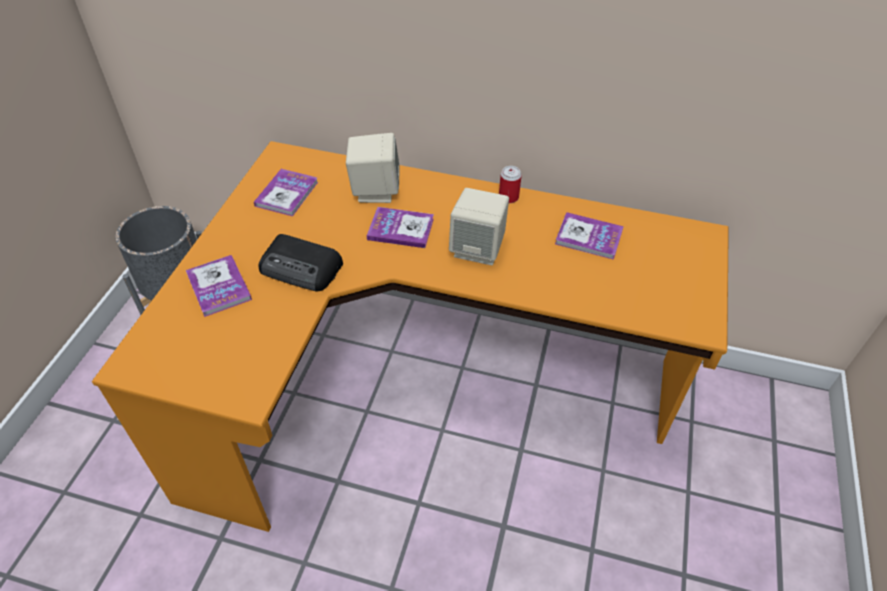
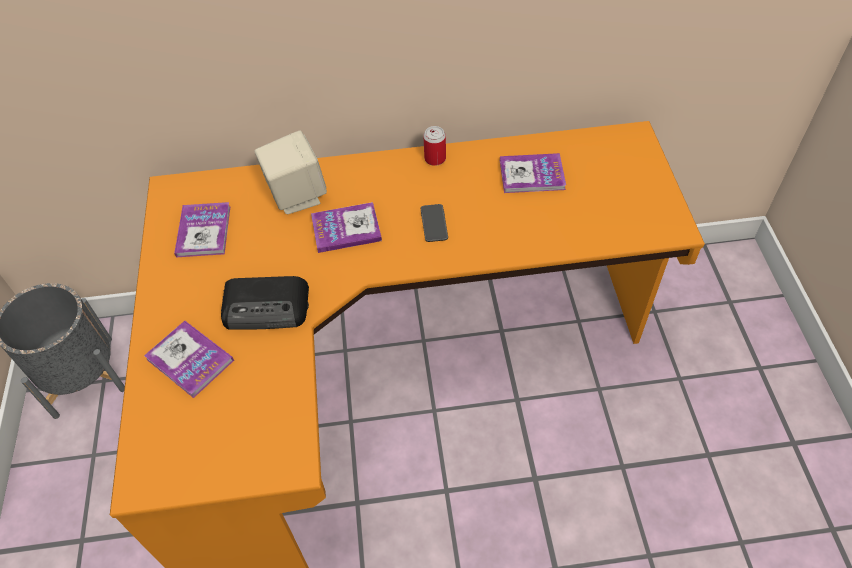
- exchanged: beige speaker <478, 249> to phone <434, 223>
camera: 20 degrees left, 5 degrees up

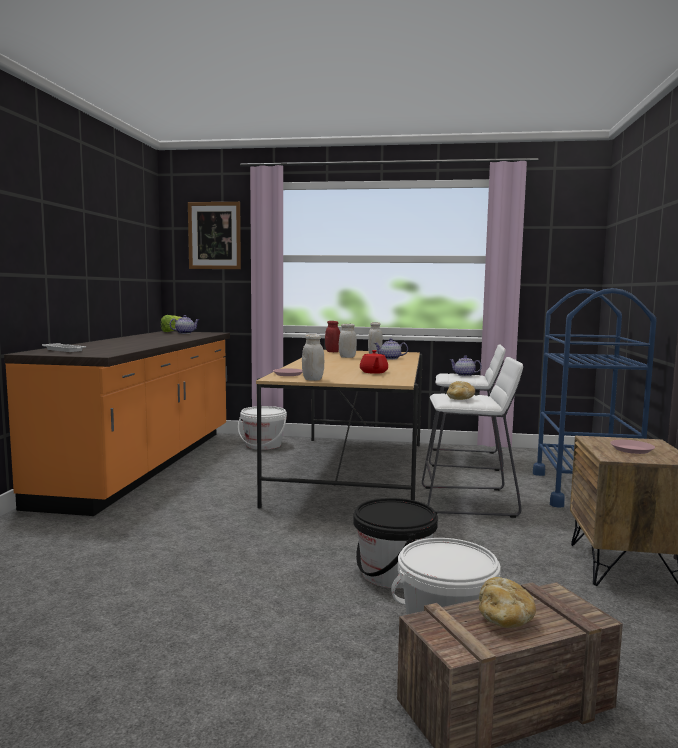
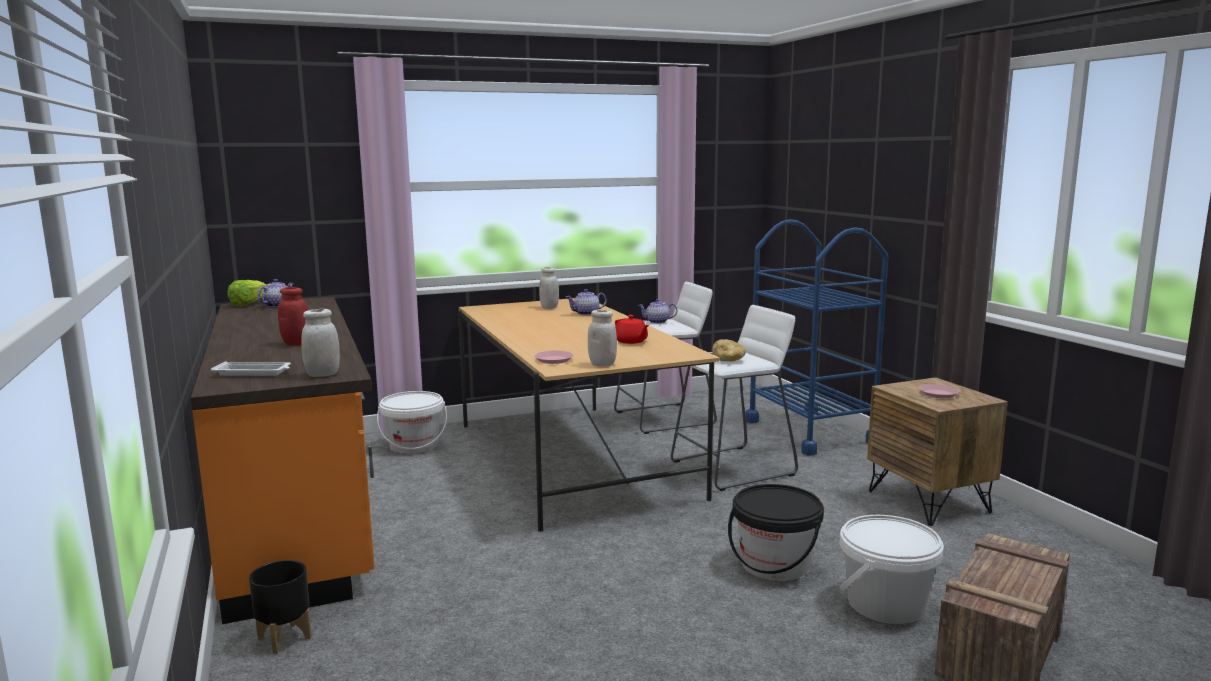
- missing: picture <214, 235>
- relocated: red jar <332, 352> to <296, 343>
- relocated: white jar <347, 357> to <322, 374>
- missing: bread <504, 619>
- appeared: black planter <284, 638>
camera: 30 degrees left, 5 degrees up

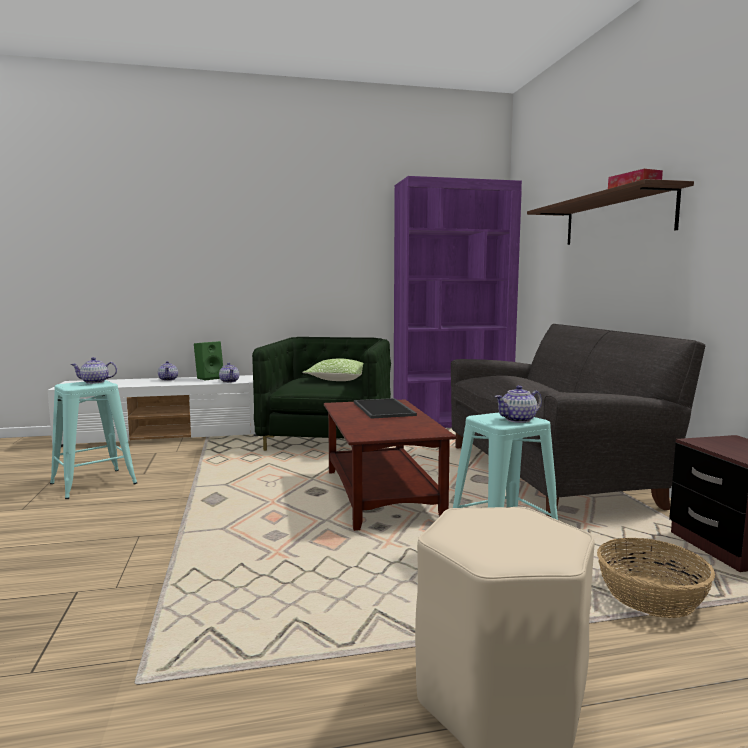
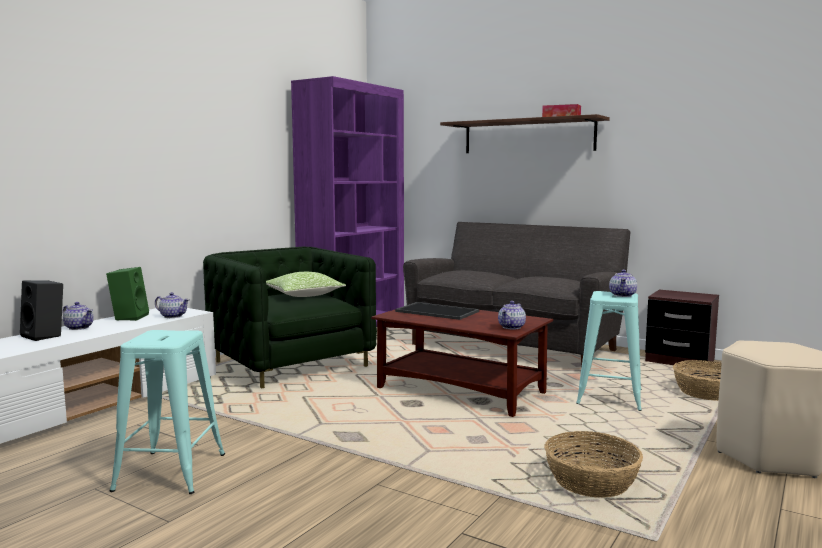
- relocated: teapot <95, 382> to <512, 327>
- appeared: black speaker <45, 336>
- appeared: basket <592, 482>
camera: 45 degrees left, 0 degrees up

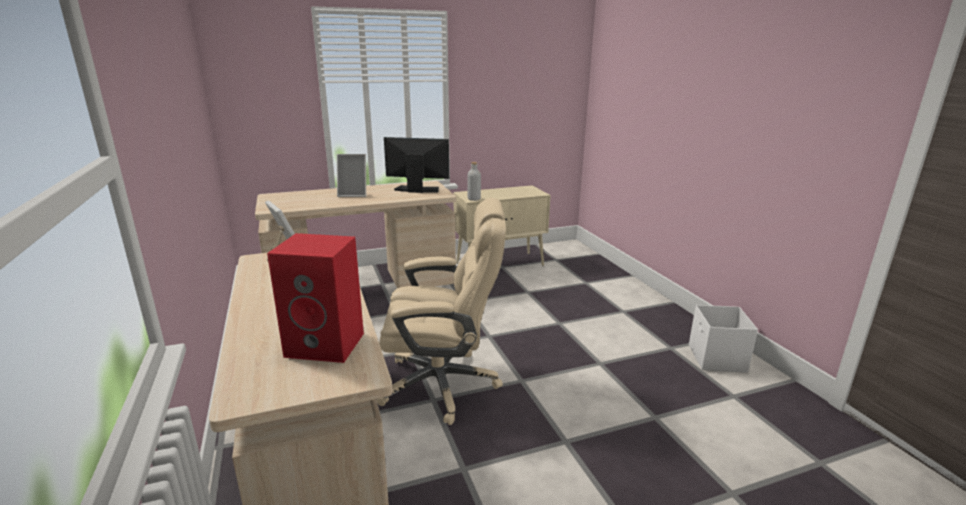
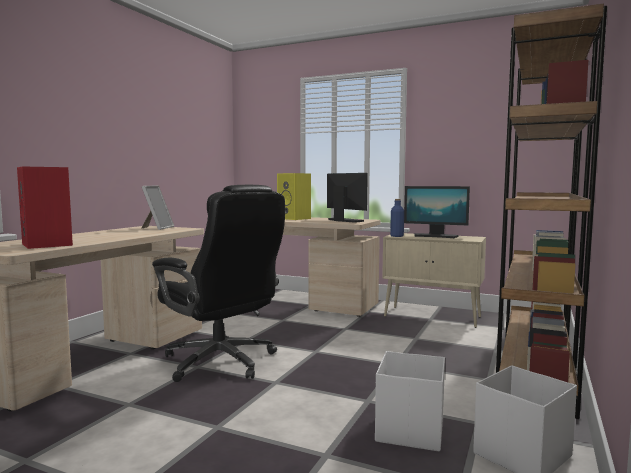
- exchanged: picture frame <353, 194> to yellow speaker <295, 218>
- colour: beige office chair <442, 384> to black office chair <221, 362>
- colour: grey bottle <474, 199> to blue bottle <397, 236>
- appeared: white storage box <409, 430>
- appeared: monitor <435, 236>
- appeared: brown bookcase <535, 367>
camera: 45 degrees right, 15 degrees down

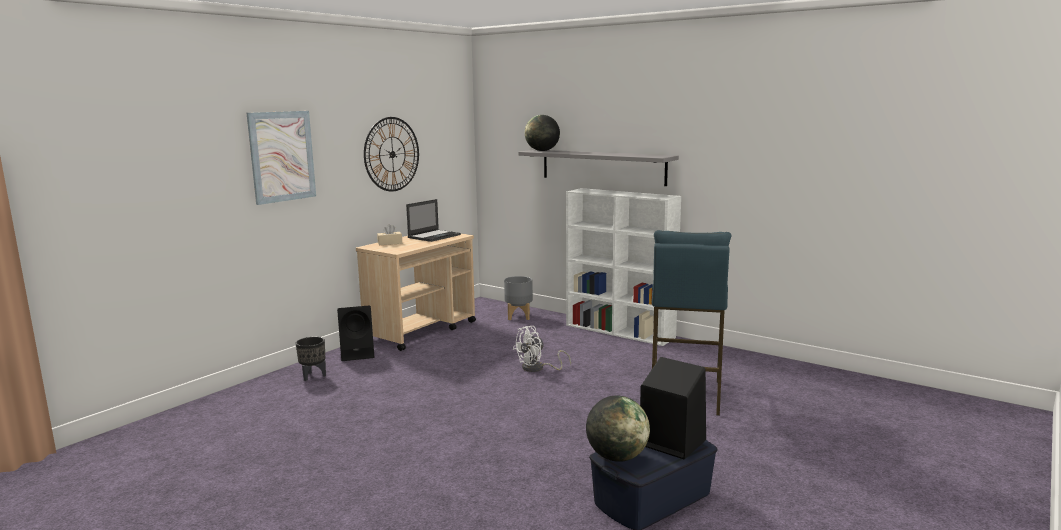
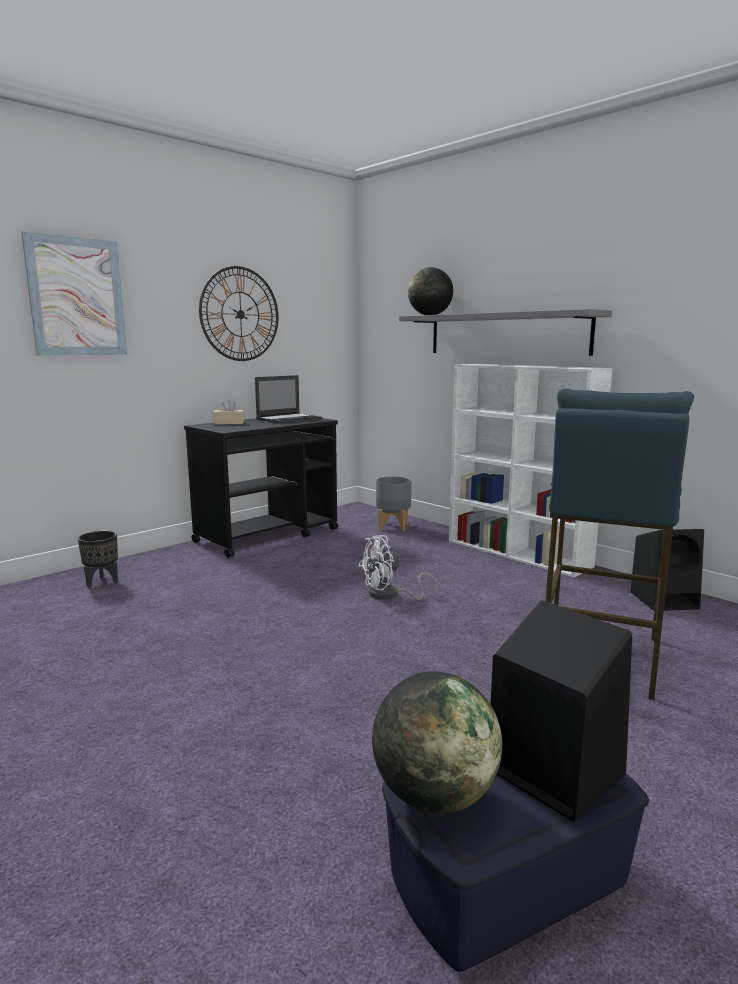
- relocated: black speaker <358, 354> to <665, 600>
- colour: beige cart <421, 330> to black cart <268, 535>
camera: 10 degrees right, 0 degrees up

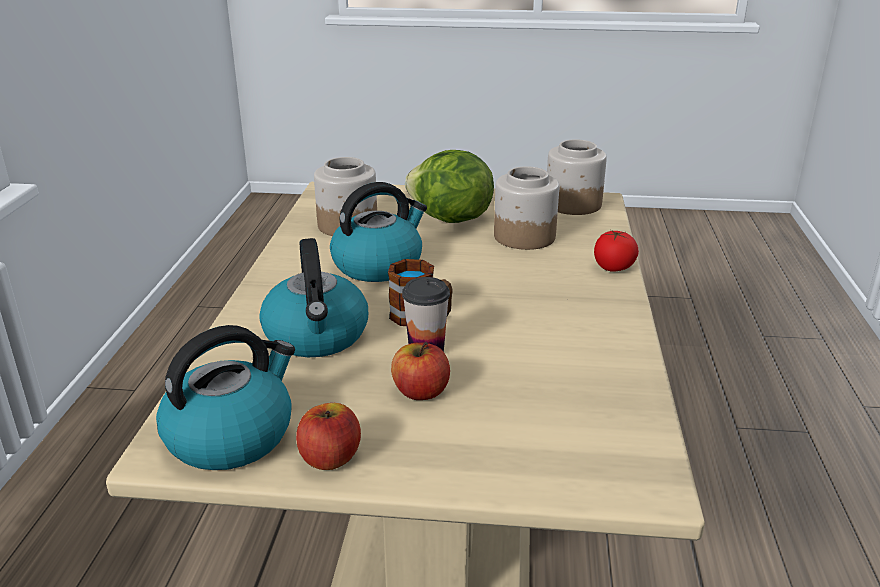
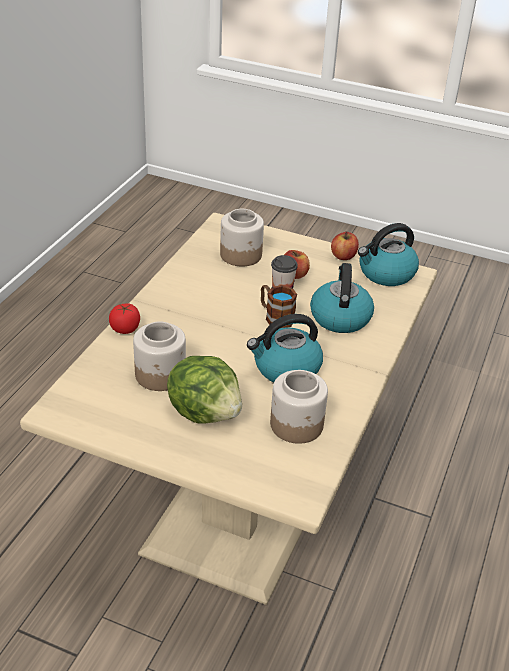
- relocated: jar <572, 204> to <241, 255>
camera: 165 degrees left, 10 degrees up

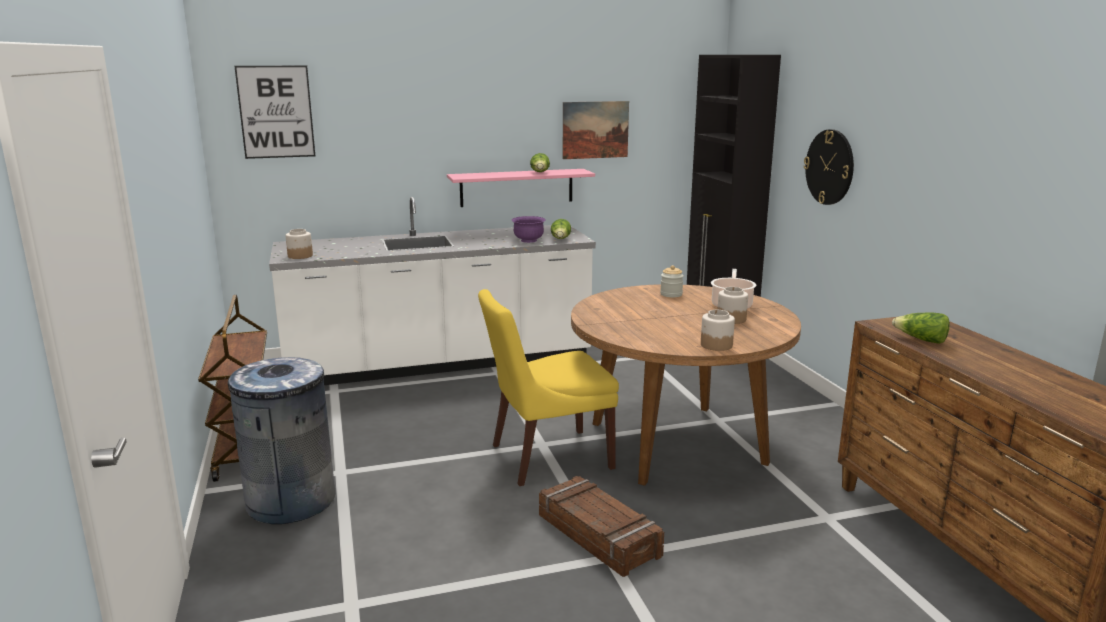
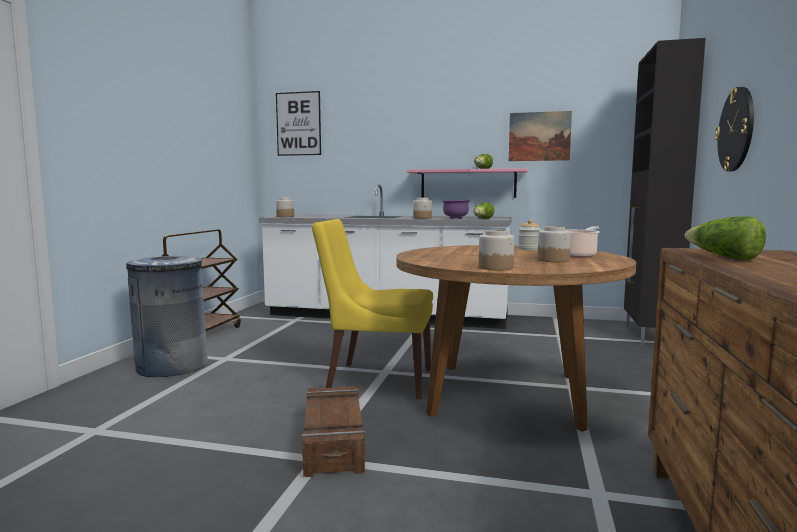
- appeared: jar <422, 218>
camera: 30 degrees right, 10 degrees down

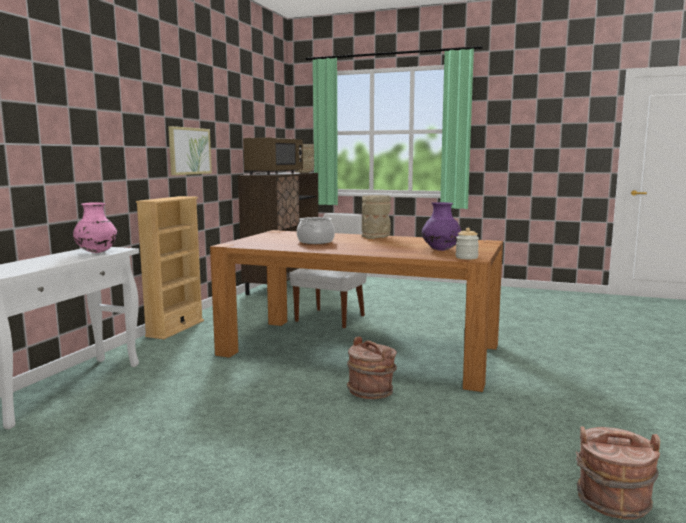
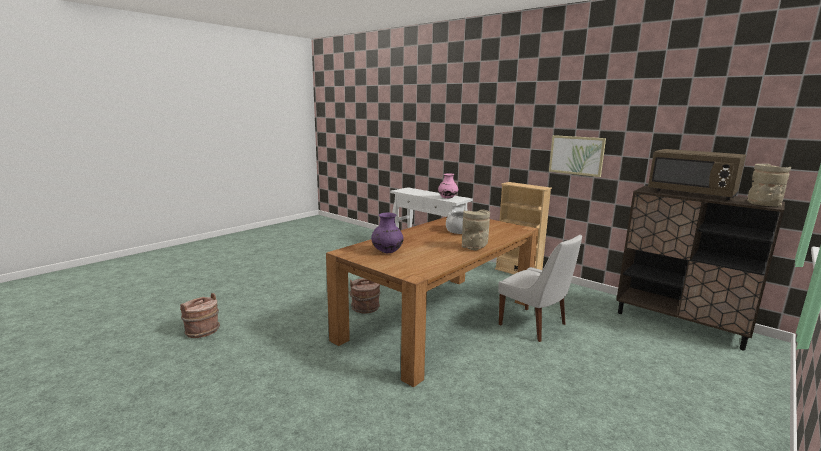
- missing: jar <466, 257>
camera: 110 degrees right, 5 degrees up

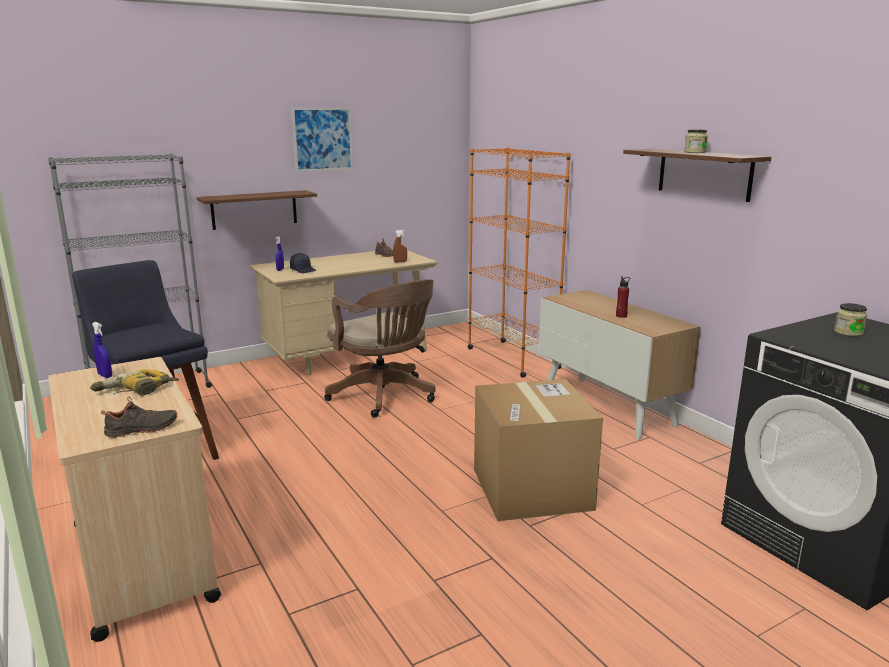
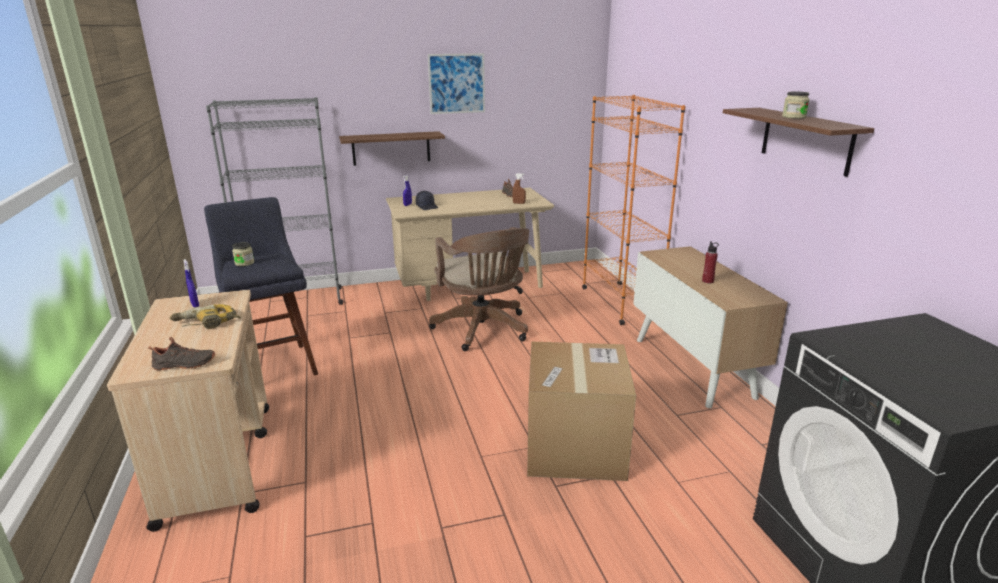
- relocated: jar <848, 332> to <244, 263>
camera: 15 degrees right, 5 degrees up

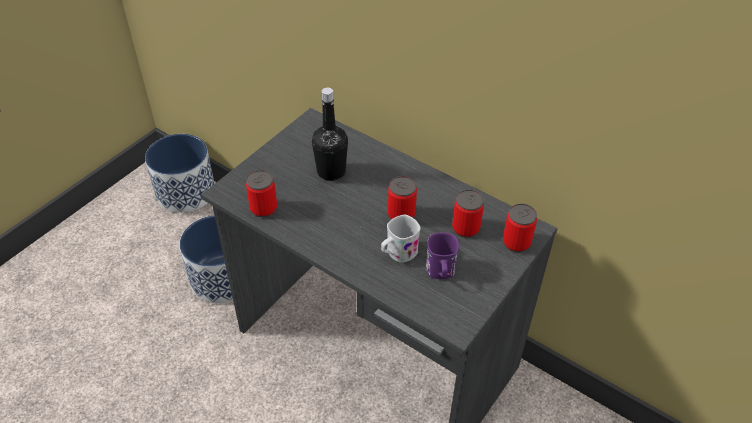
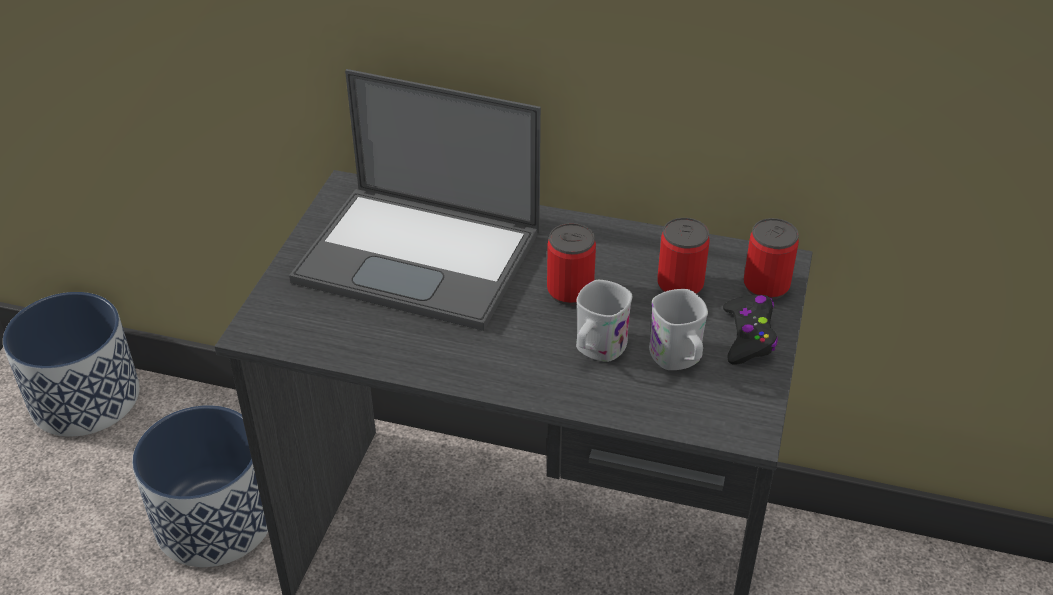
- missing: can <263, 208>
- exchanged: black bottle <331, 171> to laptop <422, 256>
- colour: purple mug <440, 273> to white mug <678, 359>
- appeared: black game controller <748, 336>
camera: 20 degrees left, 5 degrees down

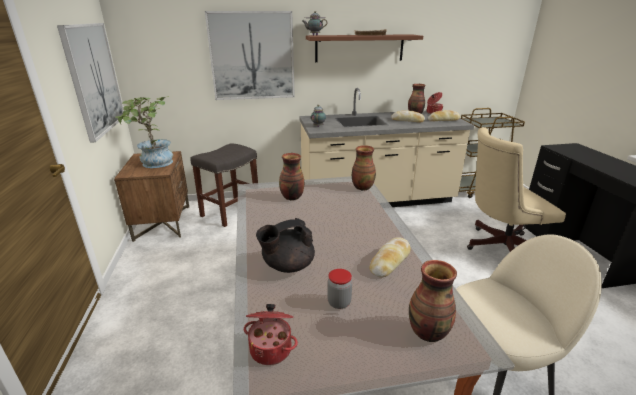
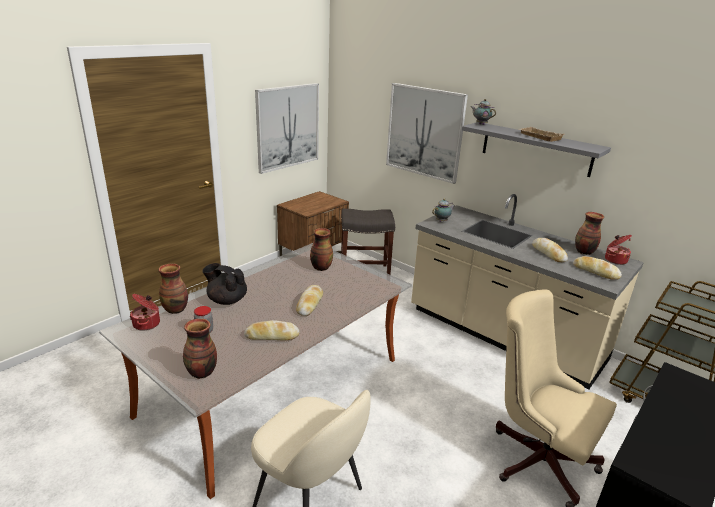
- missing: potted plant <154, 164>
- colour: brown shelf <359, 48> to grey shelf <536, 149>
- relocated: vase <362, 187> to <176, 309>
- appeared: bread <309, 304>
camera: 50 degrees right, 0 degrees up

